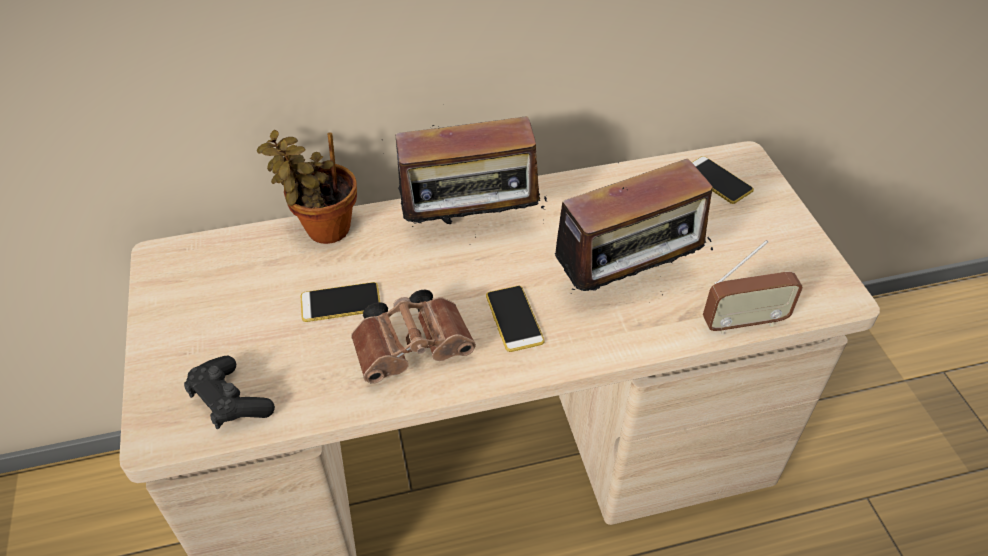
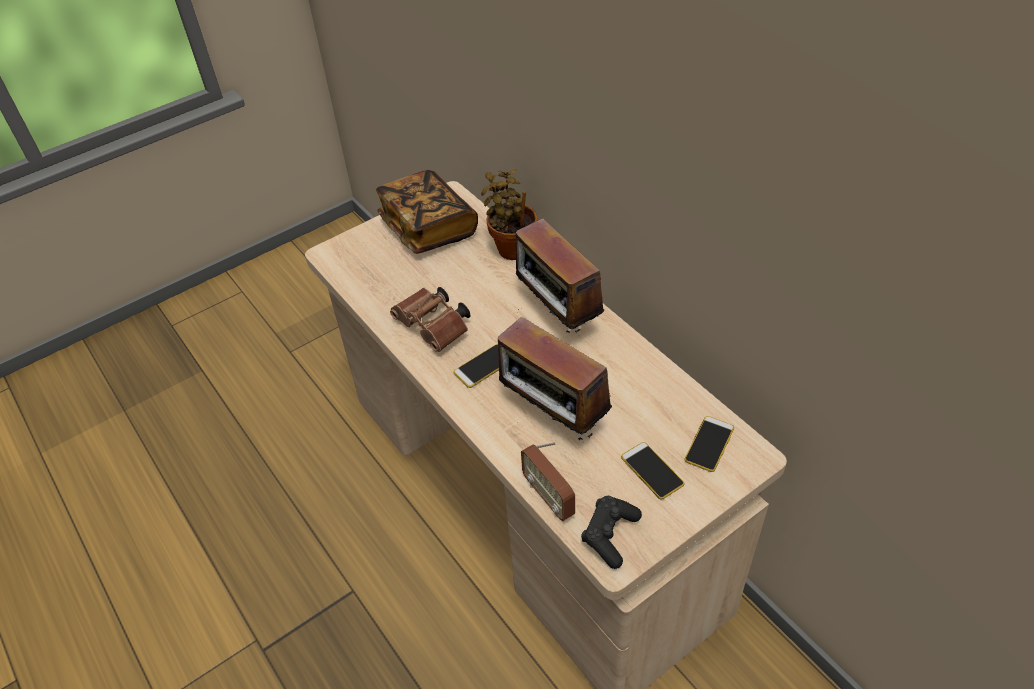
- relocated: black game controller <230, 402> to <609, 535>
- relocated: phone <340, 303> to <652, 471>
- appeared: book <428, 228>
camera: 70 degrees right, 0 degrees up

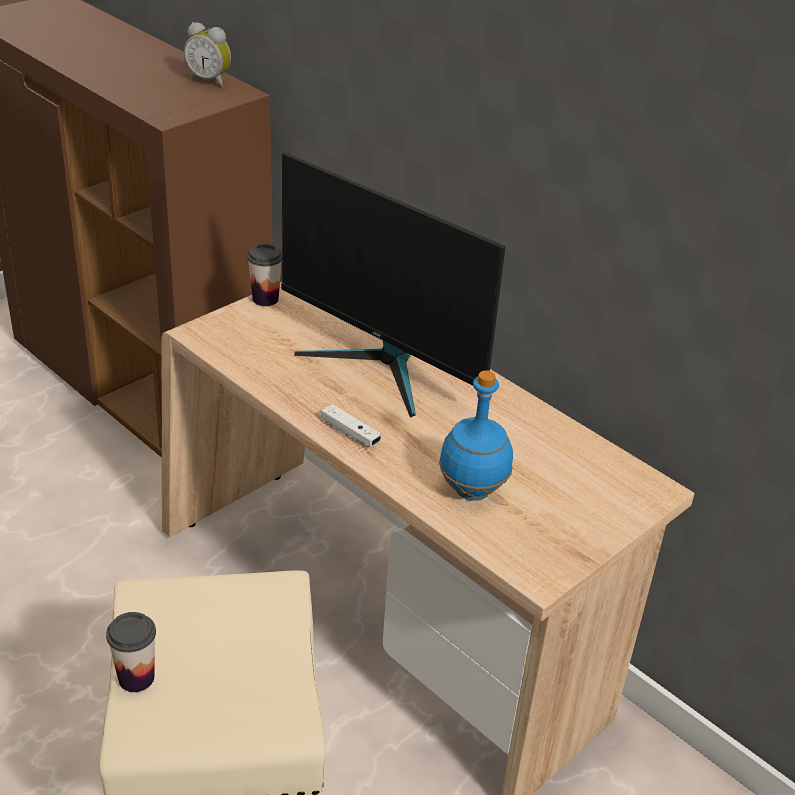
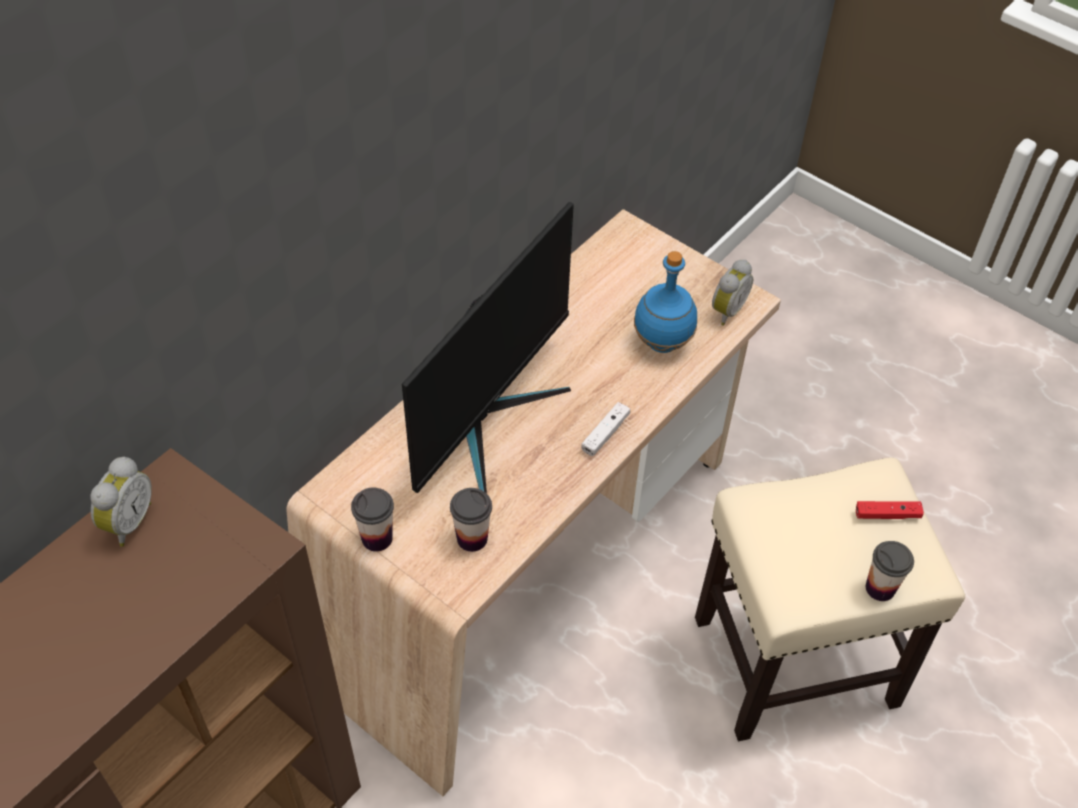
- appeared: cup <472, 538>
- appeared: alarm clock <725, 310>
- appeared: red game controller <887, 514>
camera: 95 degrees left, 15 degrees up

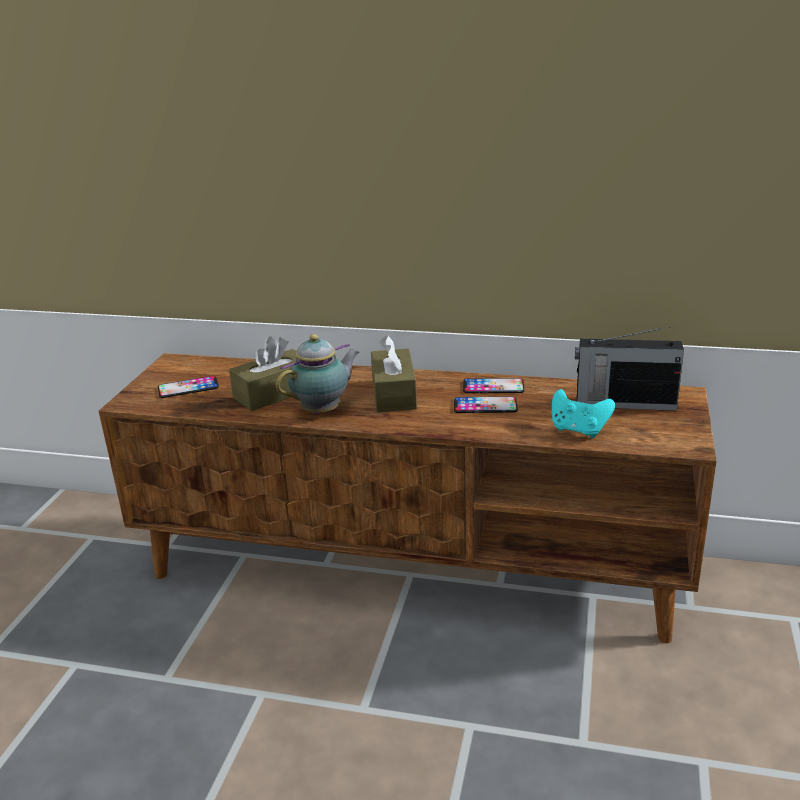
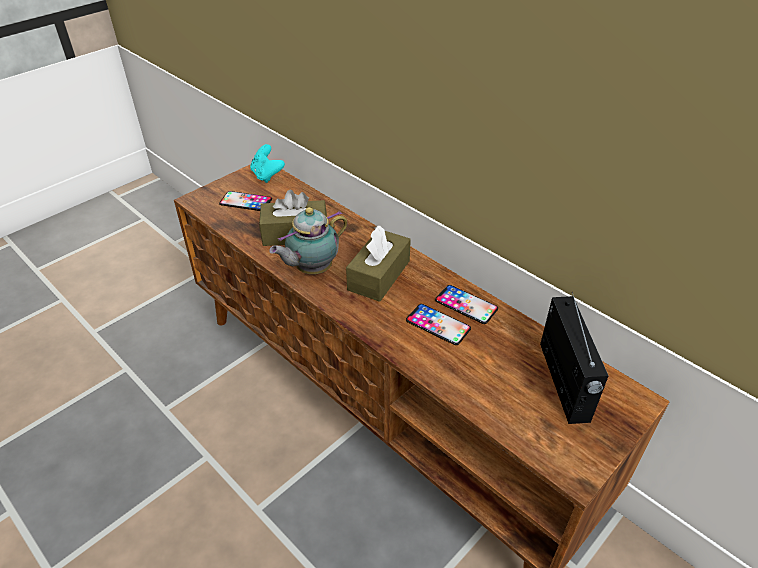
- spun: teapot <324, 410> = <311, 269> 150 degrees clockwise
- relocated: turquoise game controller <578, 430> to <267, 175>
- spun: radio <623, 403> = <564, 383> 135 degrees counterclockwise
camera: 30 degrees right, 15 degrees up

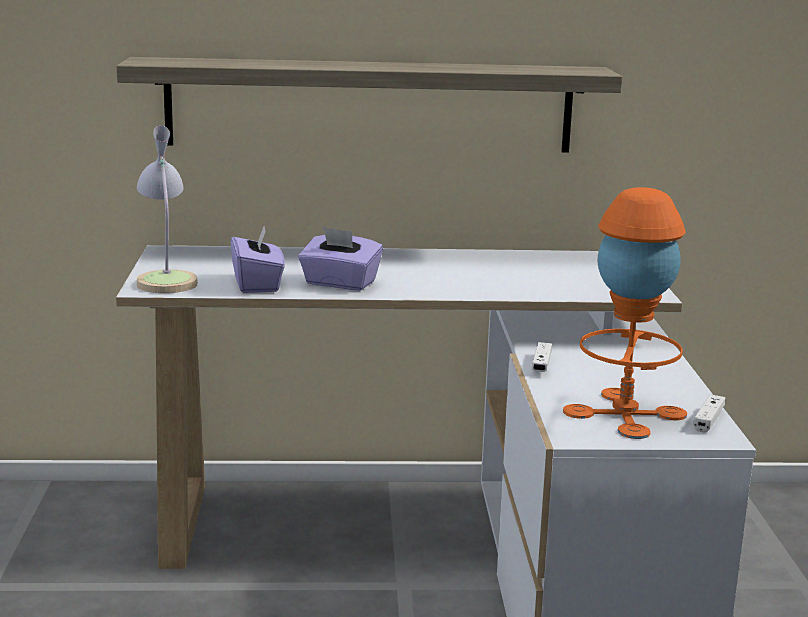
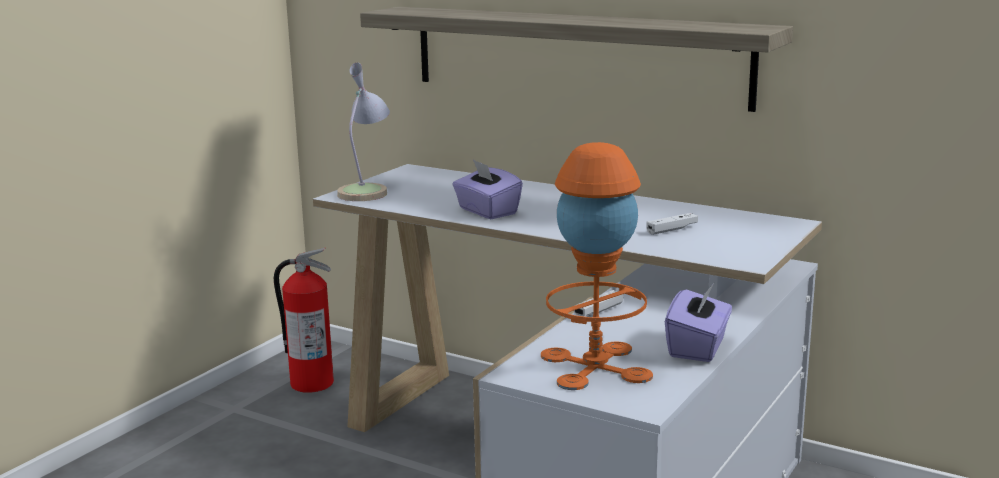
- relocated: purple tissue box <257, 284> to <698, 347>
- relocated: white game controller <708, 420> to <672, 229>
- appeared: fire extinguisher <311, 383>
camera: 35 degrees right, 0 degrees up

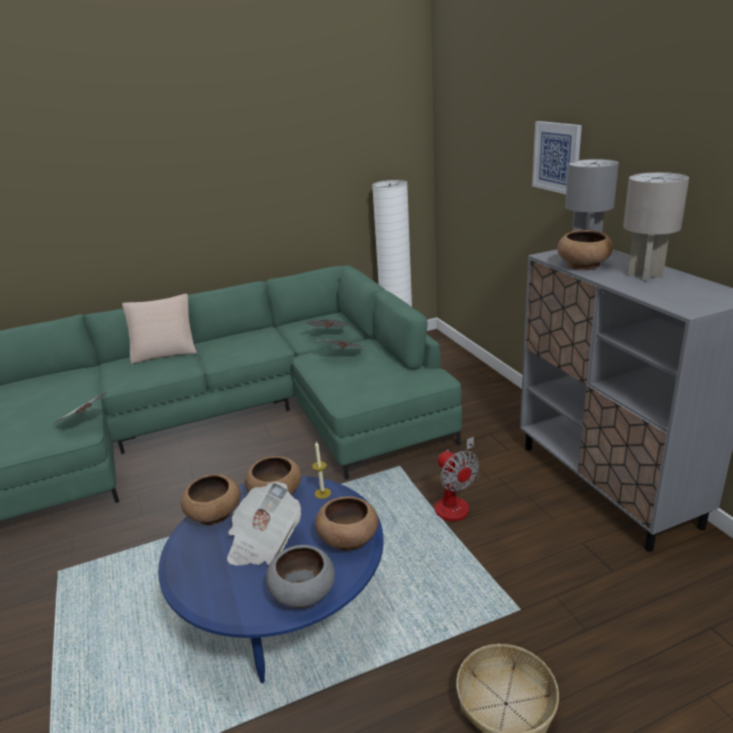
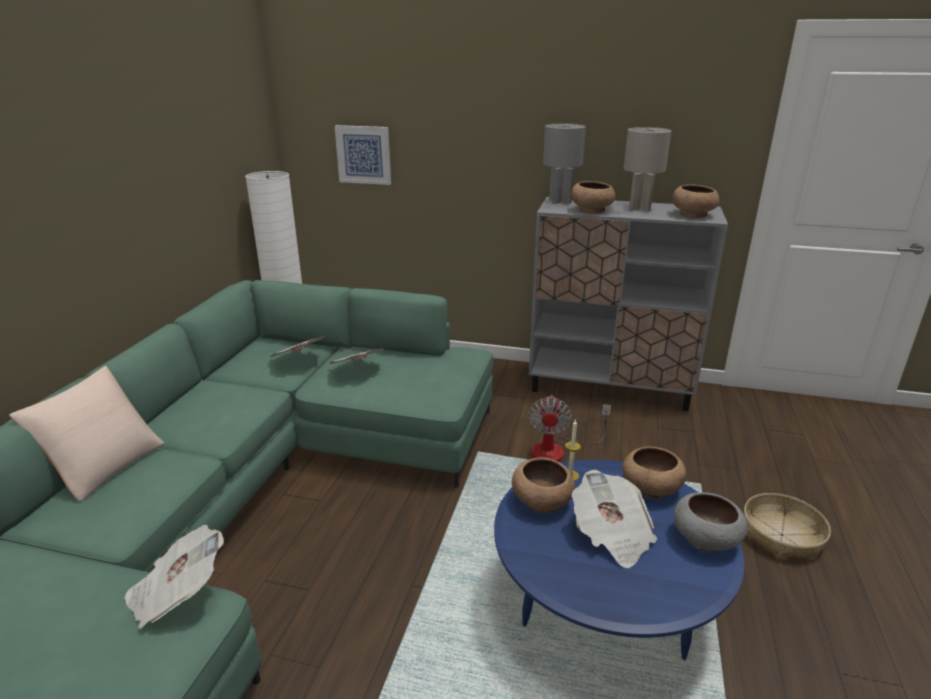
- relocated: brown bowl <215, 514> to <693, 214>
- spun: fan <455, 501> = <557, 450> 90 degrees clockwise
- relocated: picture <557, 157> to <364, 154>
camera: 55 degrees left, 0 degrees up

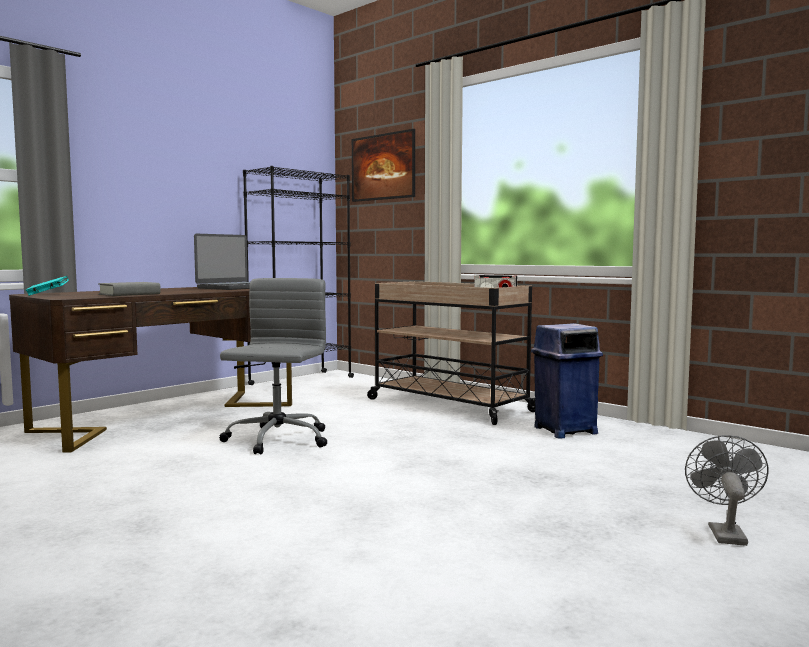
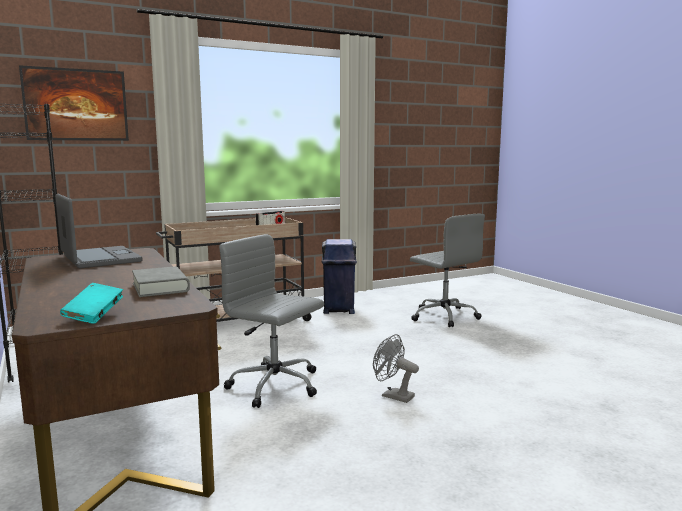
- relocated: grey fan <724, 532> to <393, 396>
- appeared: grey office chair <443, 316>
camera: 70 degrees left, 5 degrees up

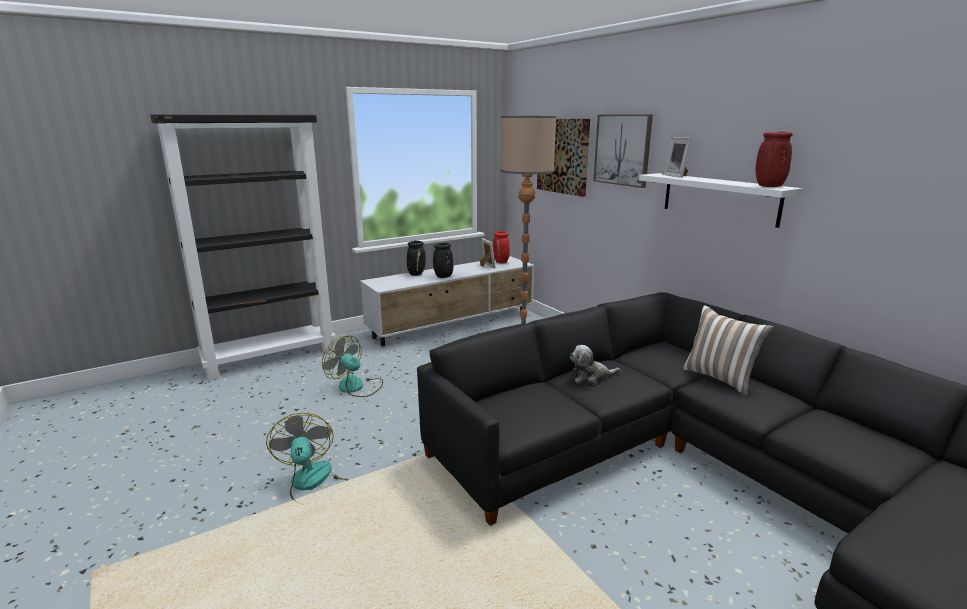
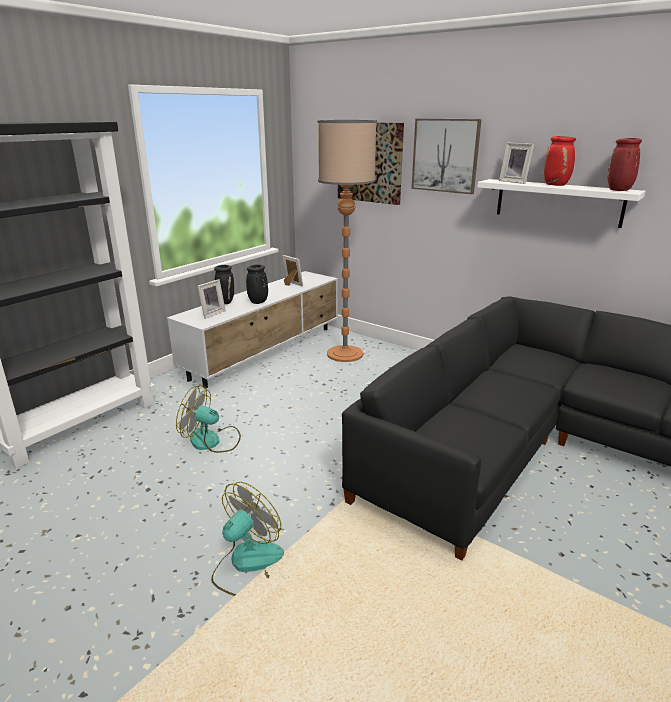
- spun: fan <312, 483> = <247, 565> 75 degrees clockwise
- relocated: red vase <501, 262> to <556, 185>
- missing: plush toy <590, 377>
- missing: pillow <720, 378>
- appeared: picture frame <211, 314>
camera: 20 degrees left, 5 degrees up

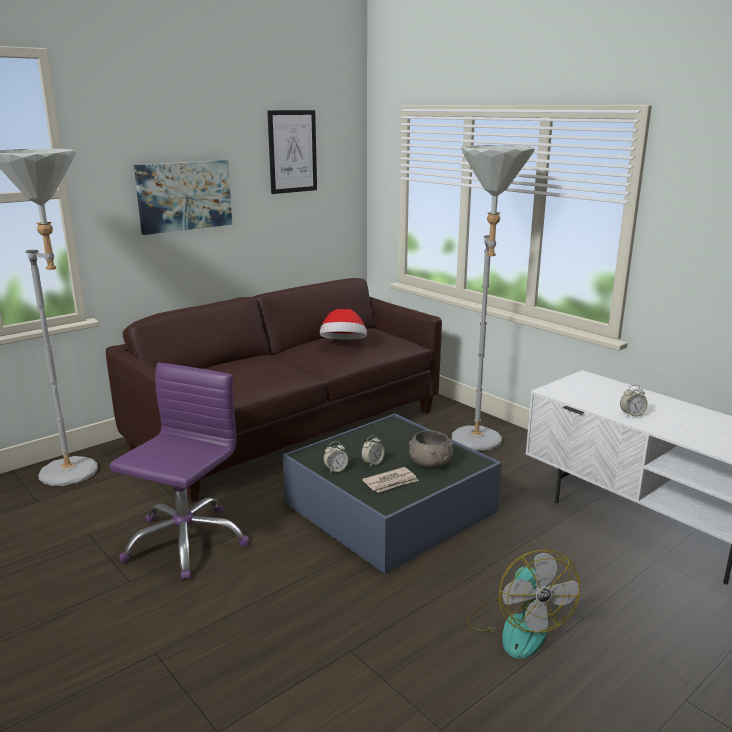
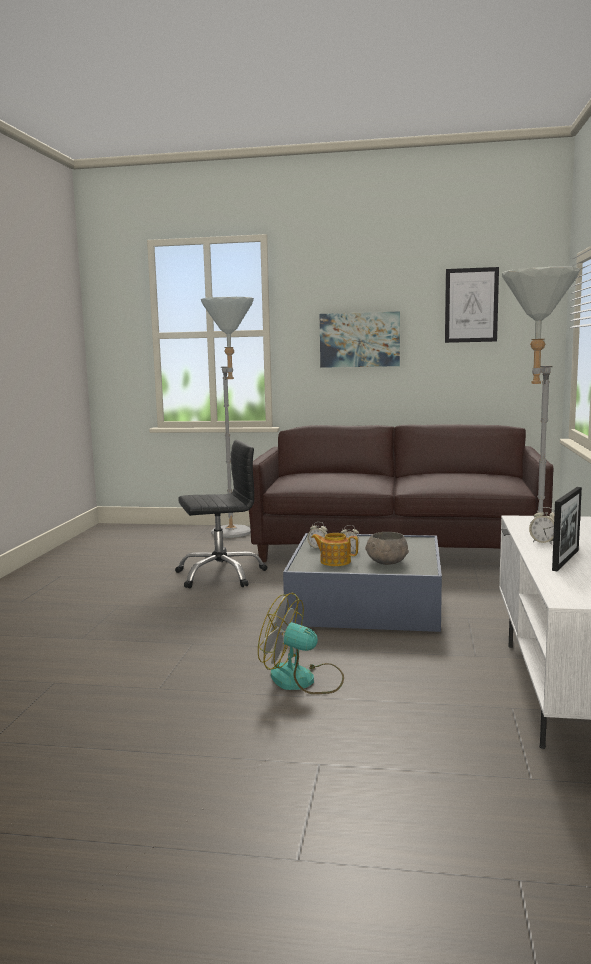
- colour: purple office chair <185, 541> to black office chair <220, 575>
- missing: hat <343, 345>
- exchanged: newspaper <391, 482> to teapot <335, 561>
- spun: fan <517, 626> = <303, 680> 75 degrees clockwise
- appeared: picture frame <565, 560>
camera: 50 degrees right, 10 degrees down

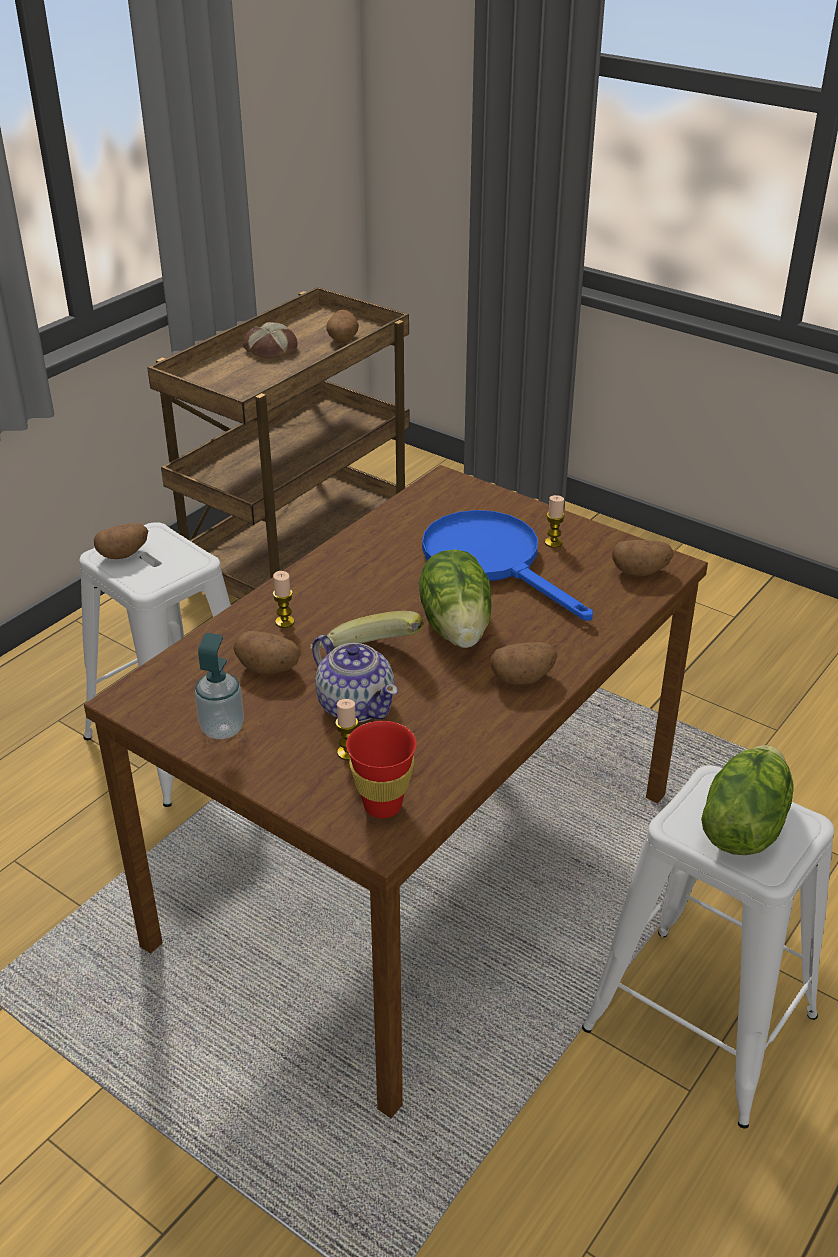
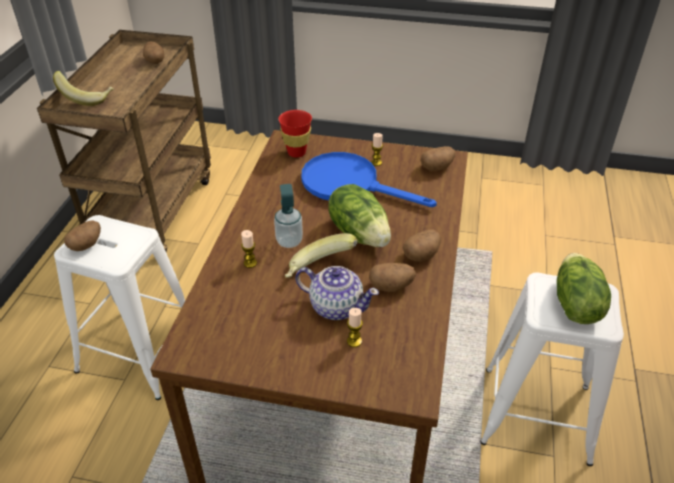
- relocated: soap dispenser <222, 729> to <289, 241>
- relocated: potato <269, 669> to <391, 286>
- missing: bread <269, 349>
- relocated: red cup <382, 806> to <296, 152>
- appeared: banana <87, 98>
camera: 25 degrees left, 5 degrees up

